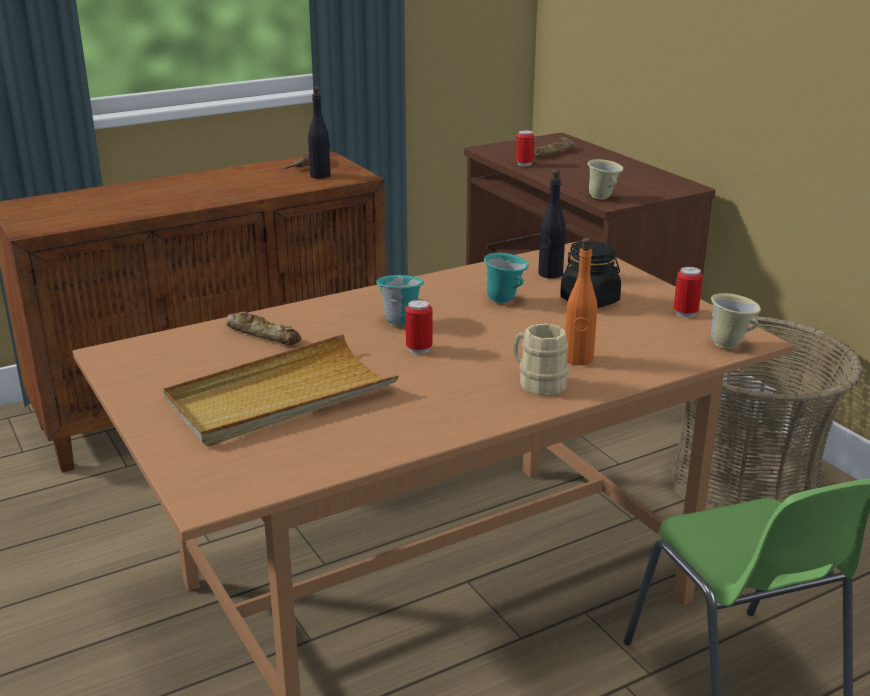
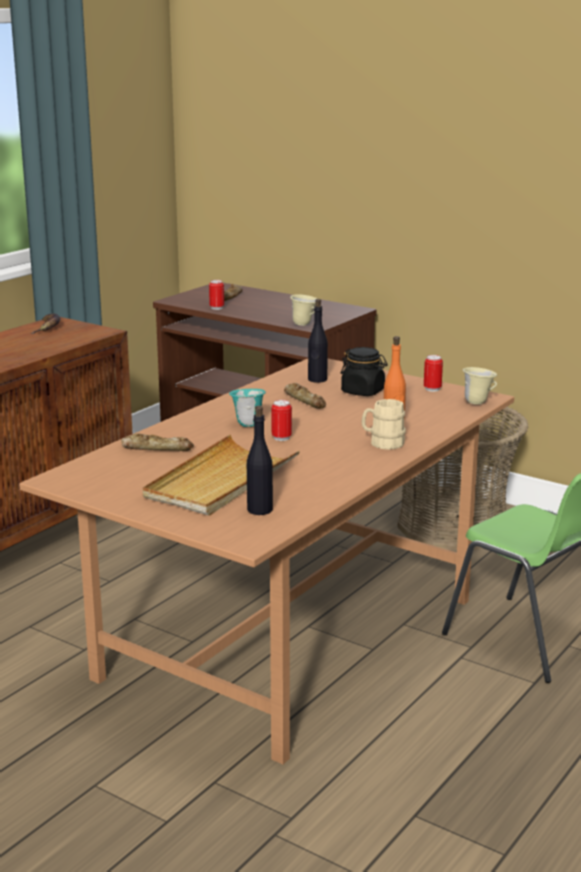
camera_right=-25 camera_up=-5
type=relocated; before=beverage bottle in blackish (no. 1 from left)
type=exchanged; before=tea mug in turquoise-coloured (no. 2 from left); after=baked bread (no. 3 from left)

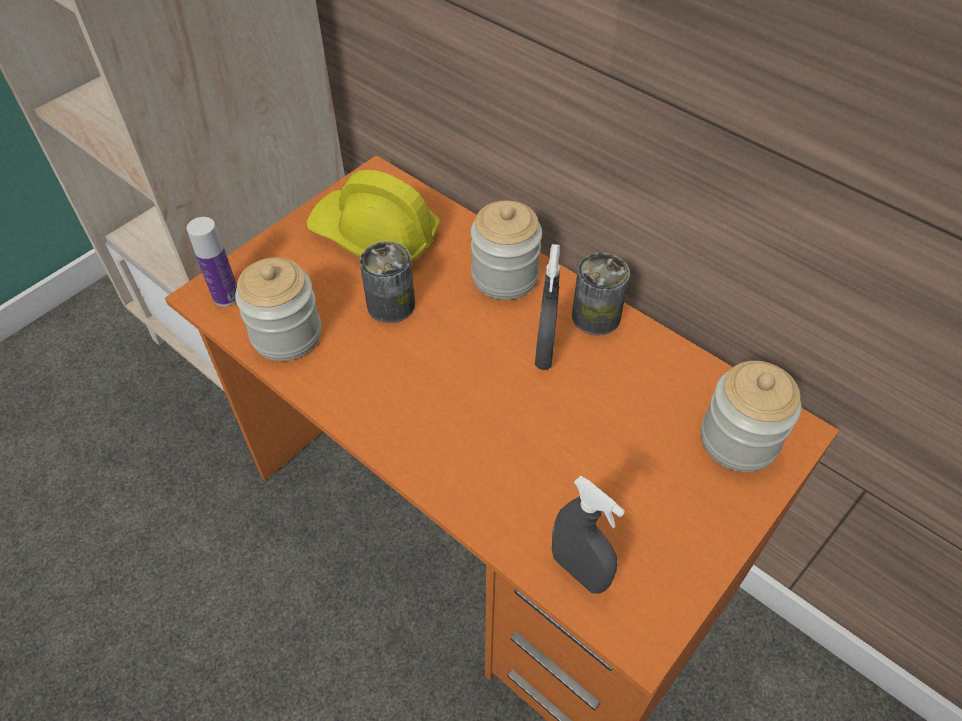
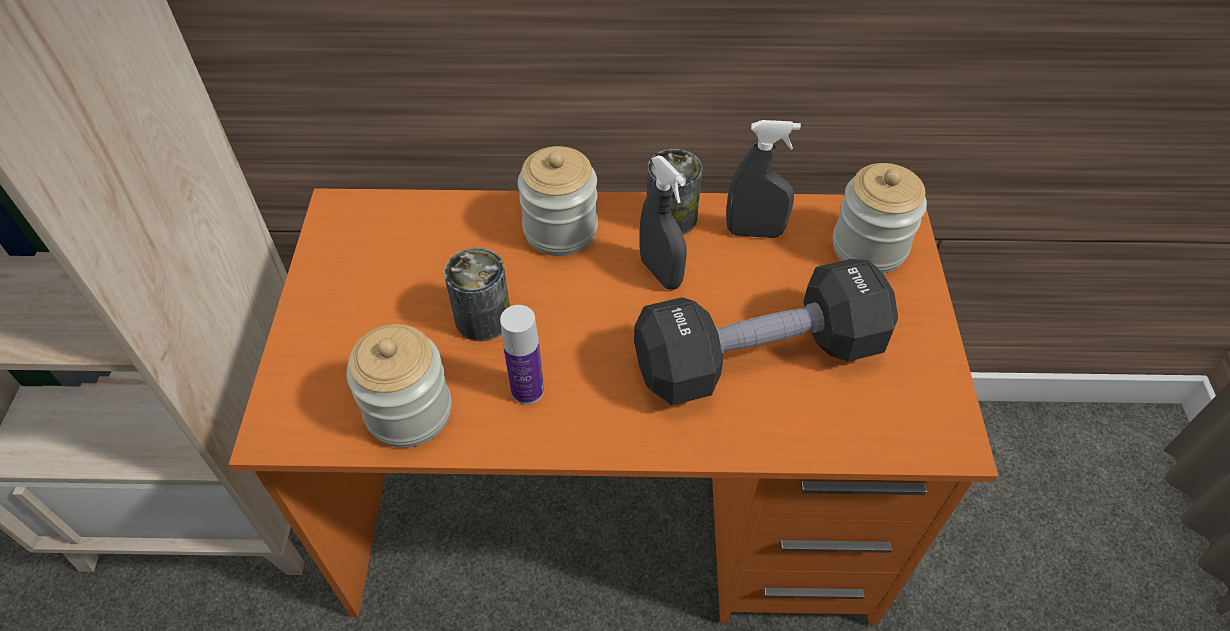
camera_right=-40 camera_up=0
type=missing; before=safety helmet in yellowish
type=appeared; after=free weight in blackish
type=relocated; before=beverage bottle
type=relocated; before=sprayer in greyish (no. 2 from left)

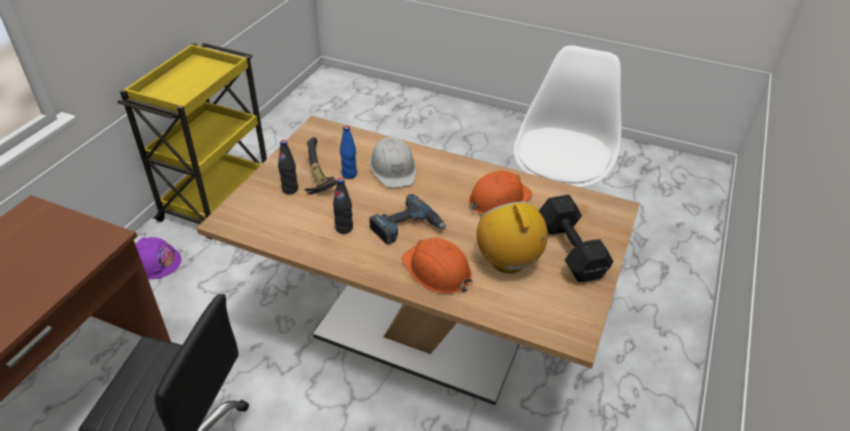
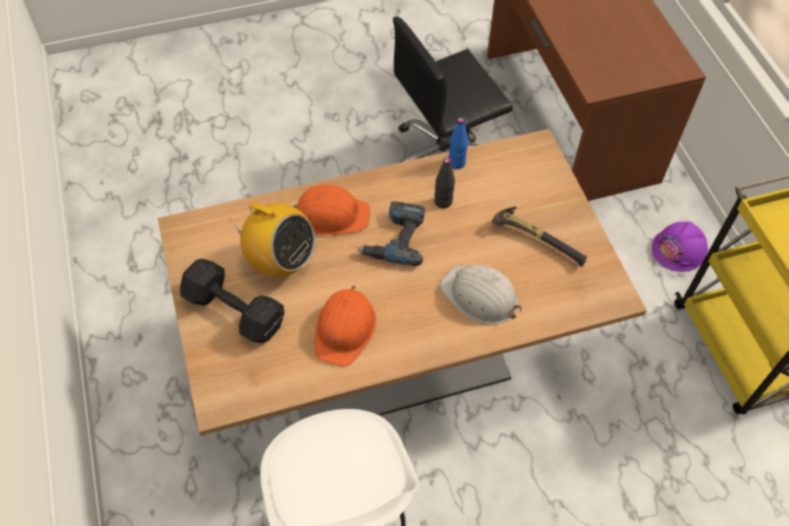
camera_right=140 camera_up=15
type=missing; before=beverage bottle in blackish (no. 1 from left)
type=relocated; before=beverage bottle in blue

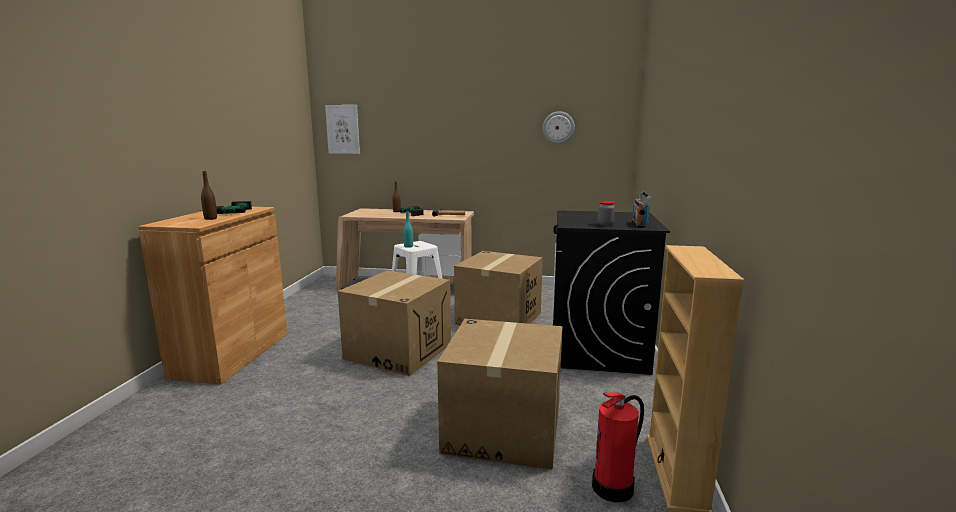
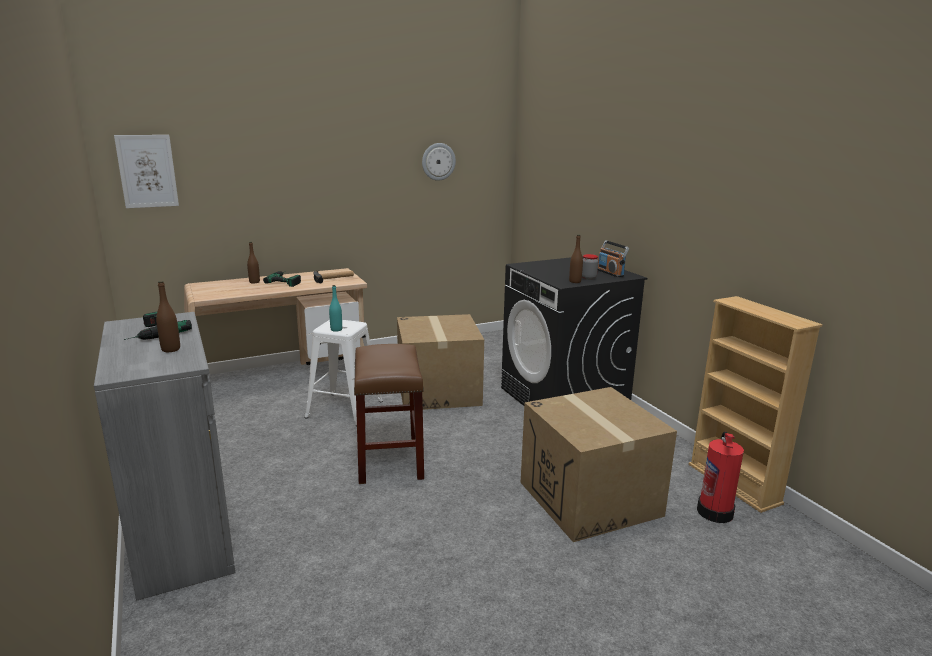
camera_right=-35 camera_up=5
type=appeared; after=beverage bottle in brown-coloured (no. 3 from left)
type=exchanged; before=packing box (no. 1 from left); after=stool in brown-coloured
type=colour; before=cupboard in brown-coloured; after=cupboard in greyish

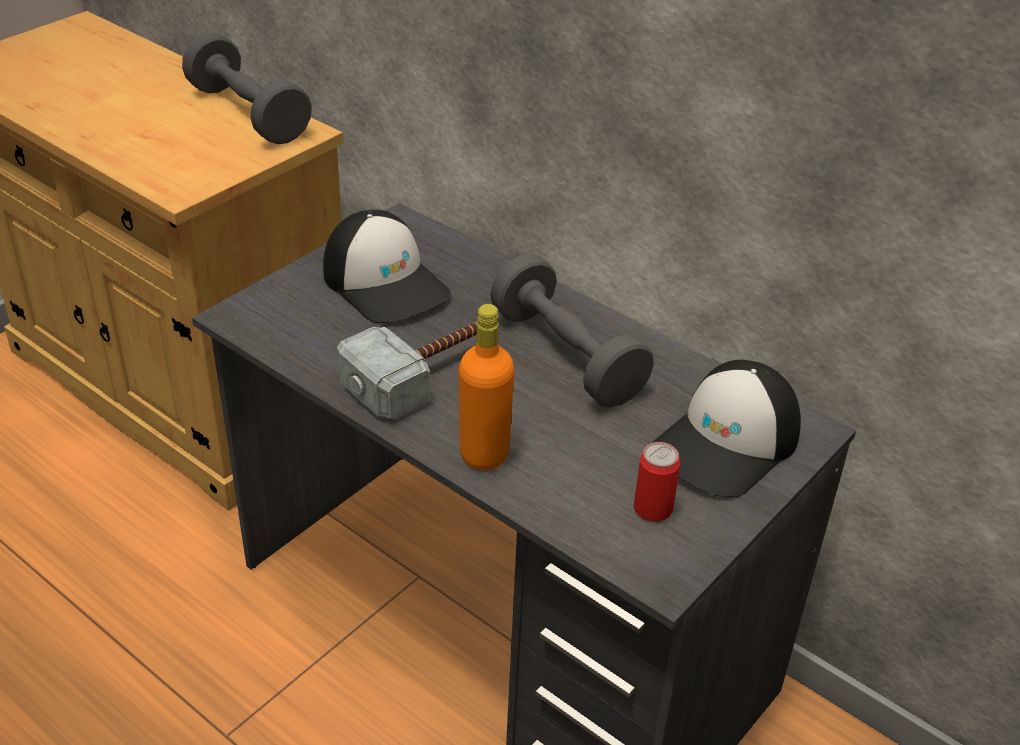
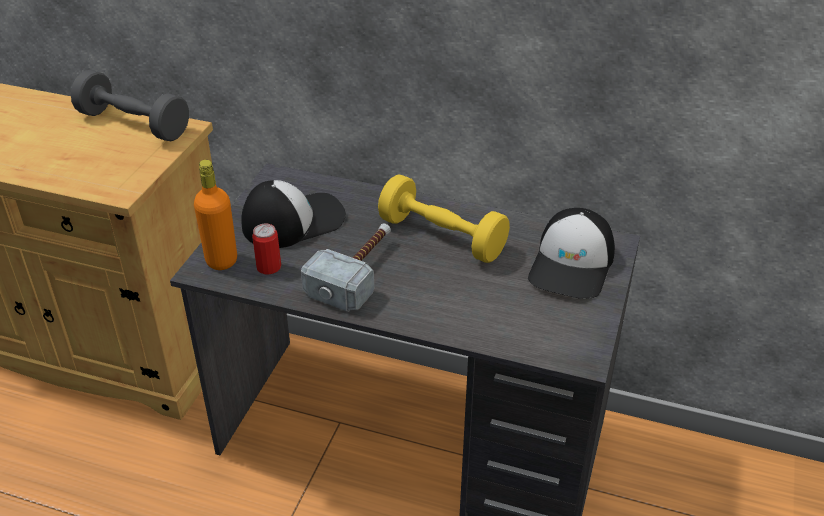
camera_right=-20 camera_up=0
type=relocated; before=beverage bottle in orange-coloured
type=relocated; before=can
type=colour; before=free weight in greyish (no. 2 from left); after=free weight in yellowish
type=spun; before=baseball cap (no. 1 from left); turn=-60

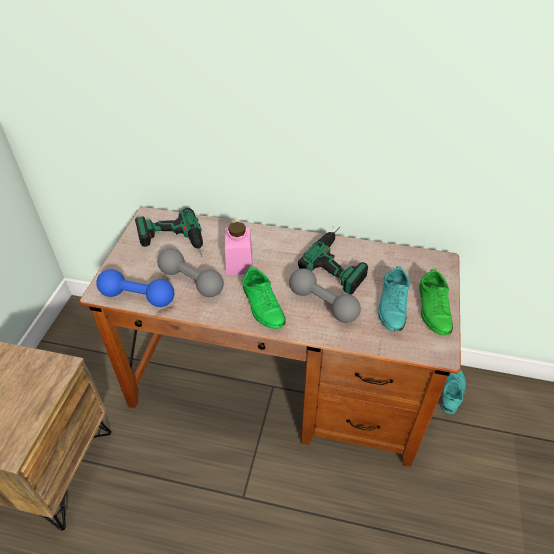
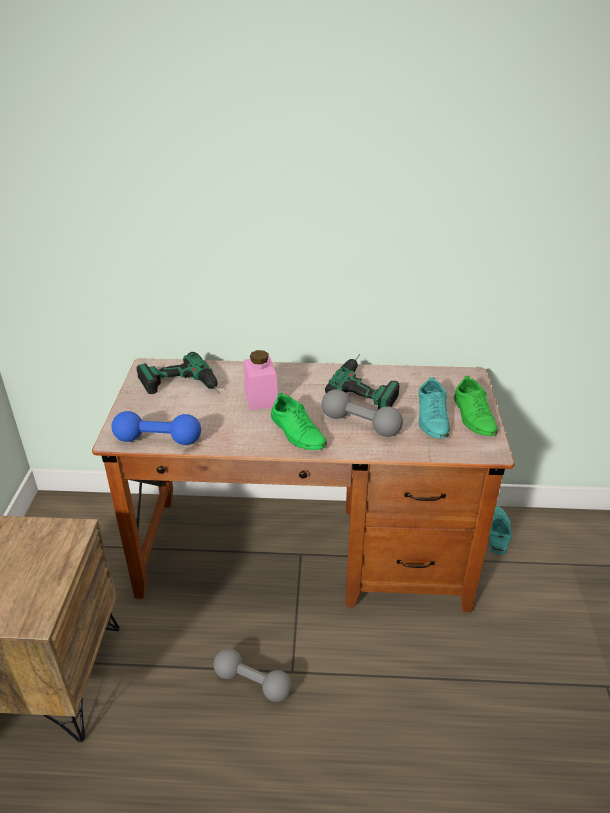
camera_right=-10 camera_up=-10
type=relocated; before=free weight in greyish (no. 1 from left)

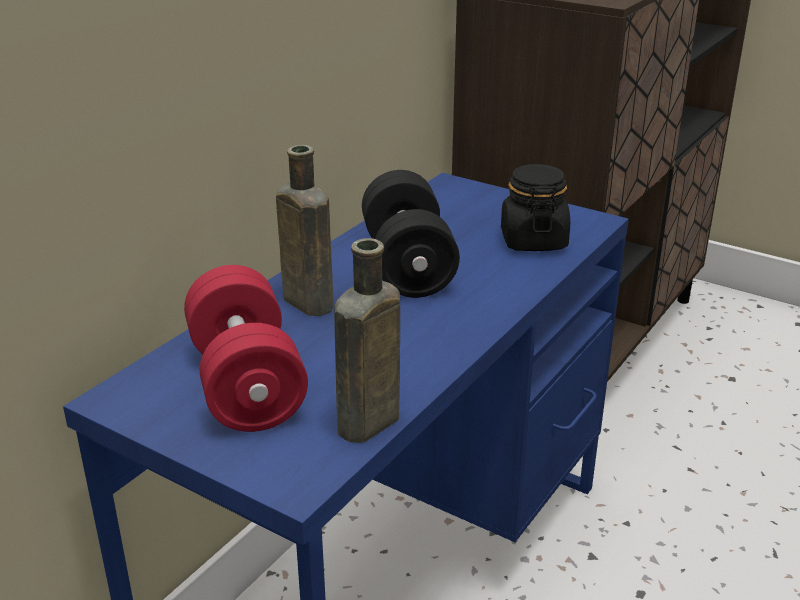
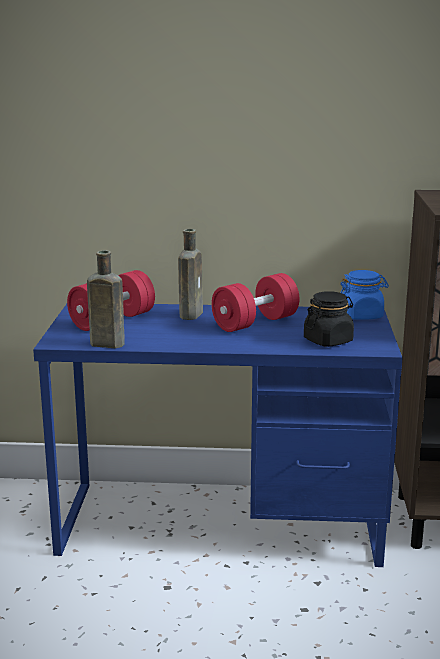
camera_right=60 camera_up=-10
type=appeared; after=preserve jar in blue
type=colour; before=free weight in blackish; after=free weight in reddish (no. 2 from left)

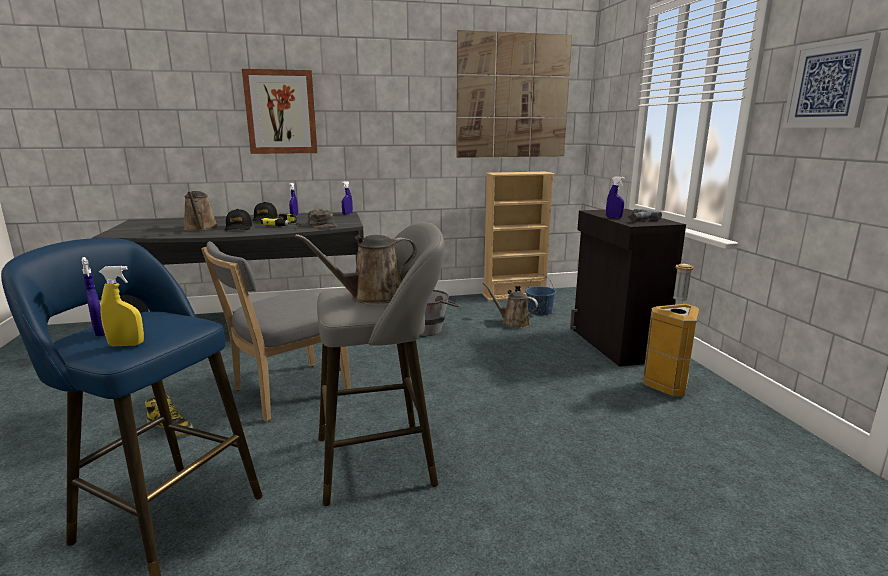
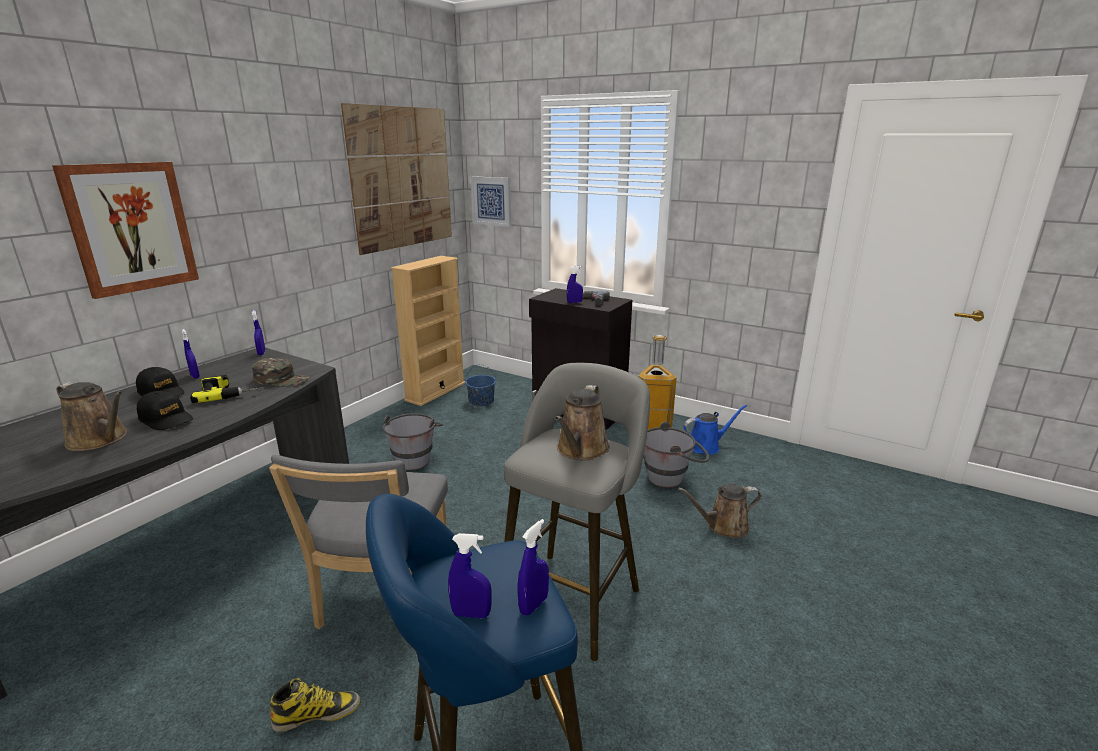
camera_right=-45 camera_up=5
type=appeared; after=water bucket in greyish (no. 2 from left)
type=appeared; after=watering pot in blue
type=relocated; before=watering pot in brown-coloured (no. 3 from left)
type=relocated; before=wall art (no. 3 from left)
type=colour; before=sprayer in yellowish; after=sprayer in blue (no. 4 from left)

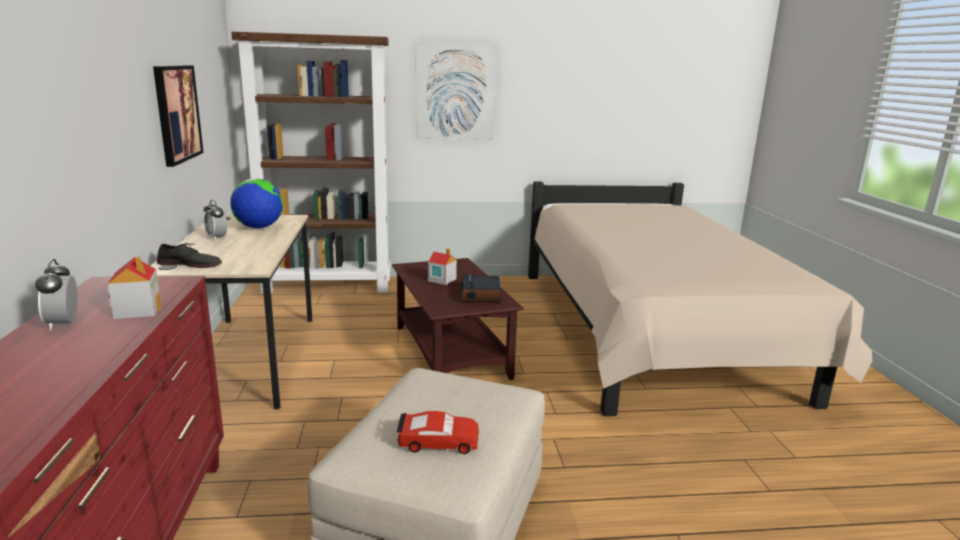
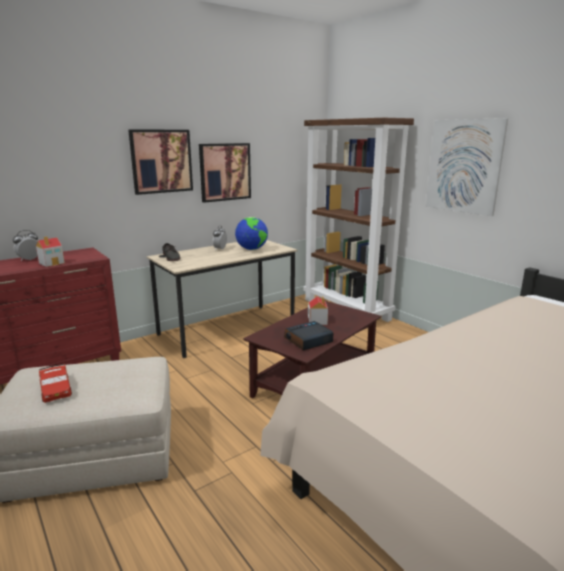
camera_right=60 camera_up=0
type=appeared; after=wall art (no. 1 from left)

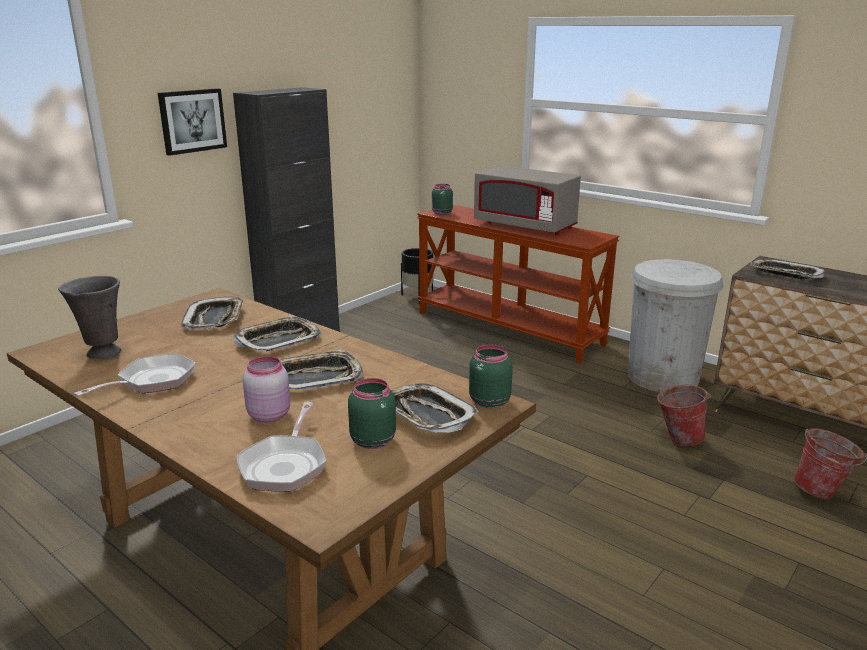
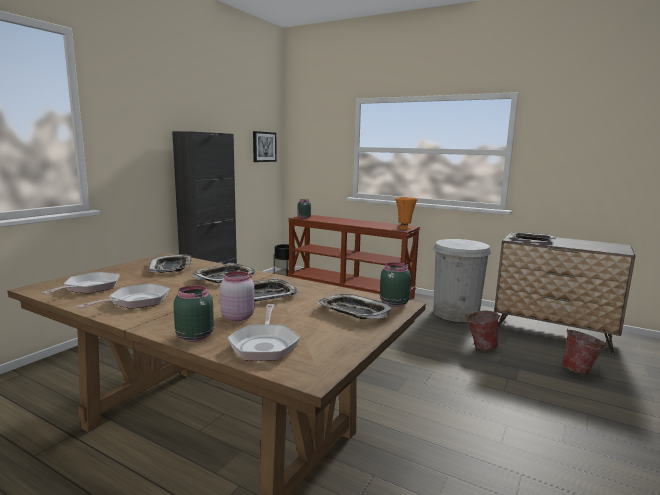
camera_right=-10 camera_up=-10
type=missing; before=kitchen microwave in greyish
type=appeared; after=flower vase in orange-coloured
type=relocated; before=wall art
type=relocated; before=preserve jar in green-coloured (no. 1 from left)
type=exchanged; before=flower vase in greyish; after=skillet (no. 1 from left)

